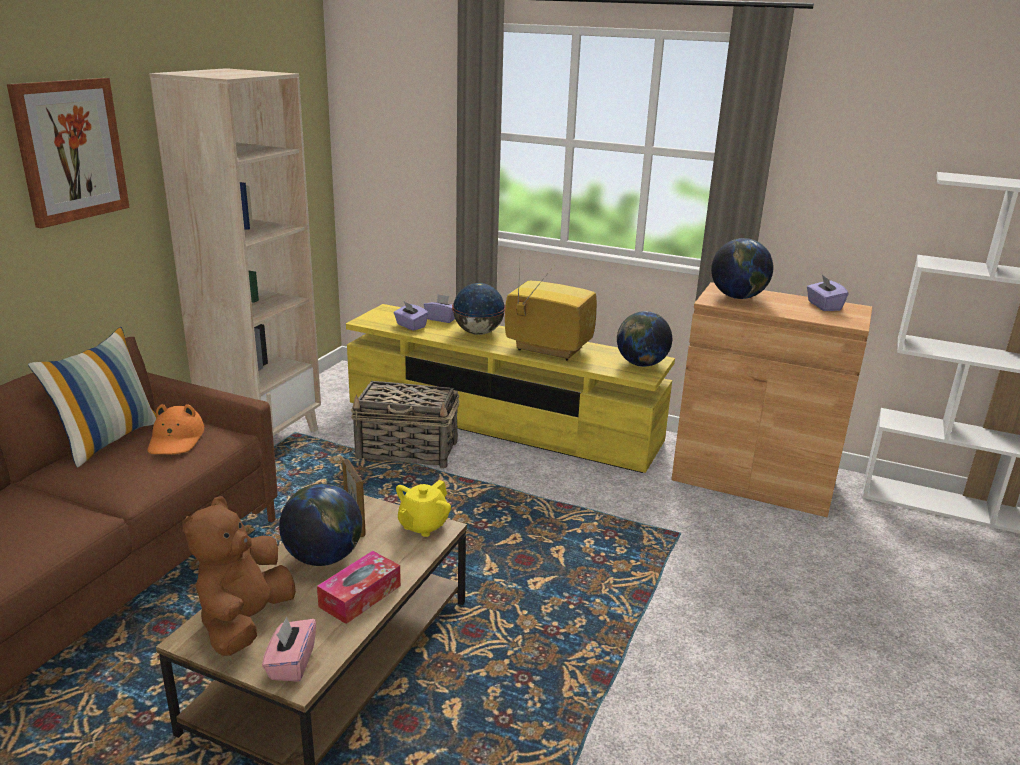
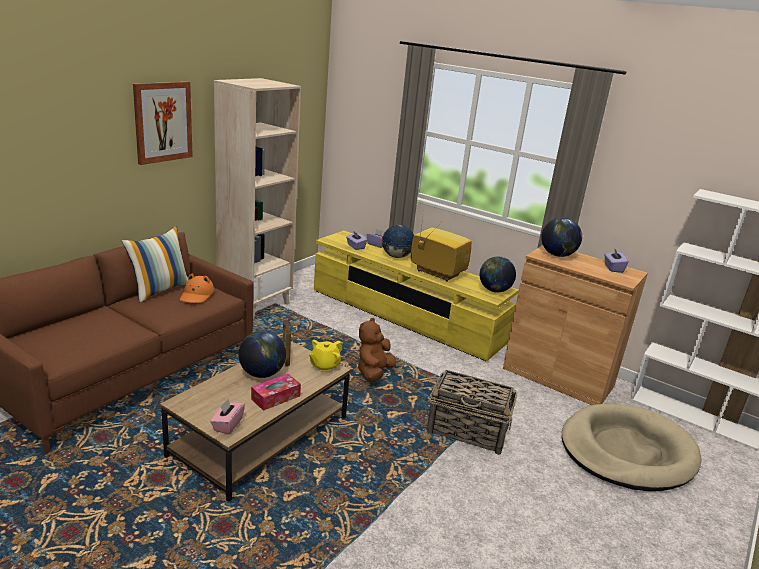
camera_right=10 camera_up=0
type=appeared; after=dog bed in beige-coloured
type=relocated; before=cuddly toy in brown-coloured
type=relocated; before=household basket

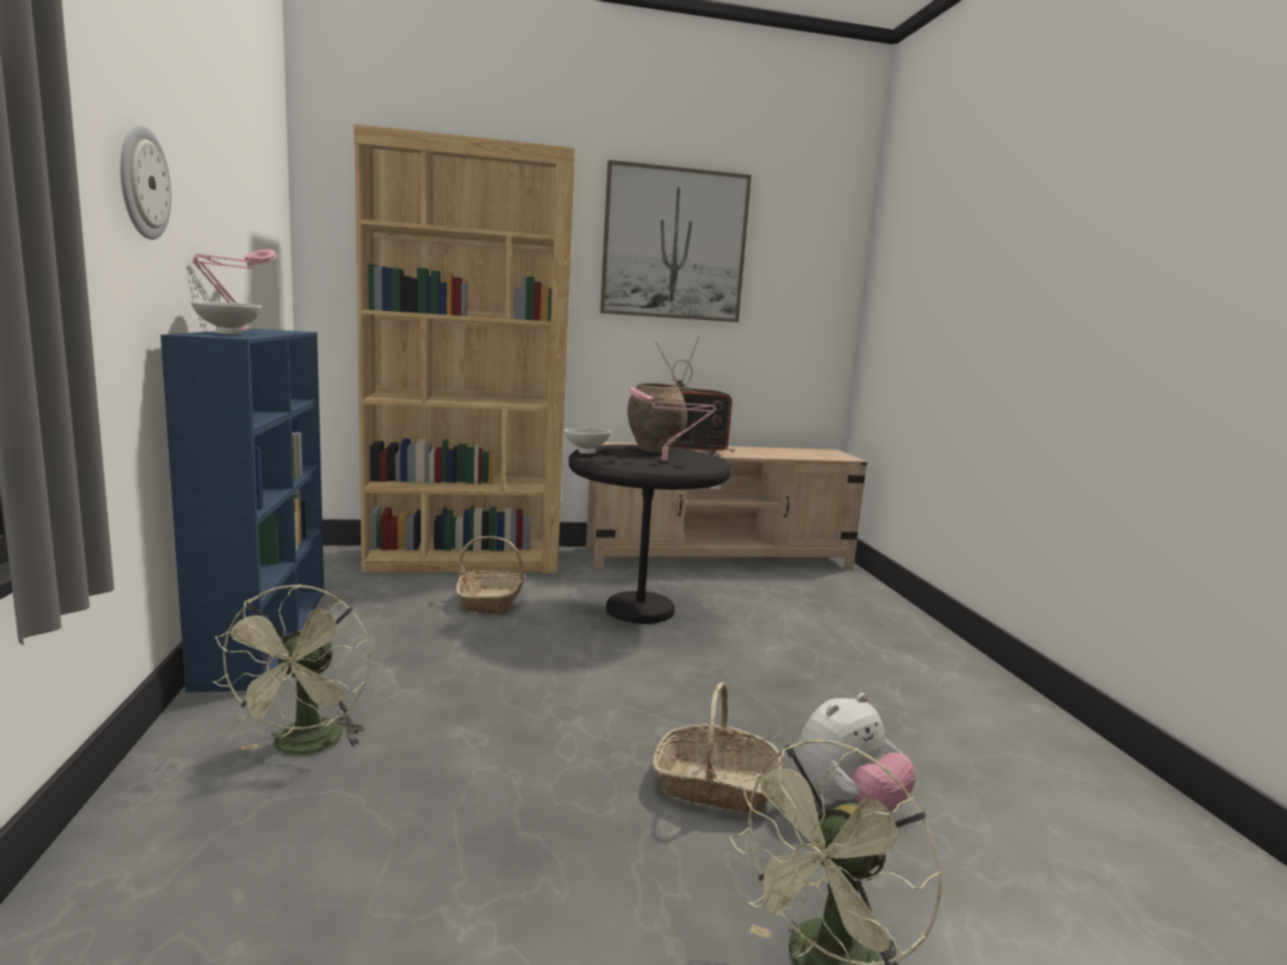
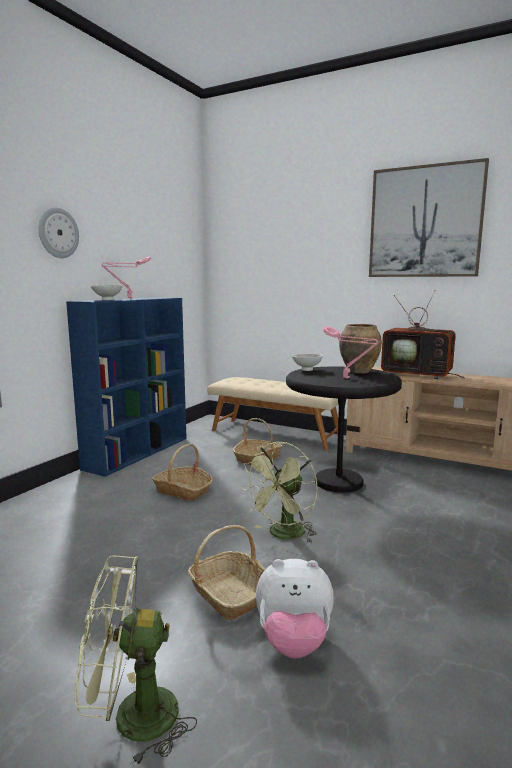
camera_right=40 camera_up=0
type=appeared; after=household basket (no. 1 from left)
type=relocated; before=electric fan in green-coloured (no. 1 from left in the first image); after=electric fan in green-coloured (no. 2 from left)
type=exchanged; before=bookcase in brown-coloured; after=indoor bench in beige-coloured

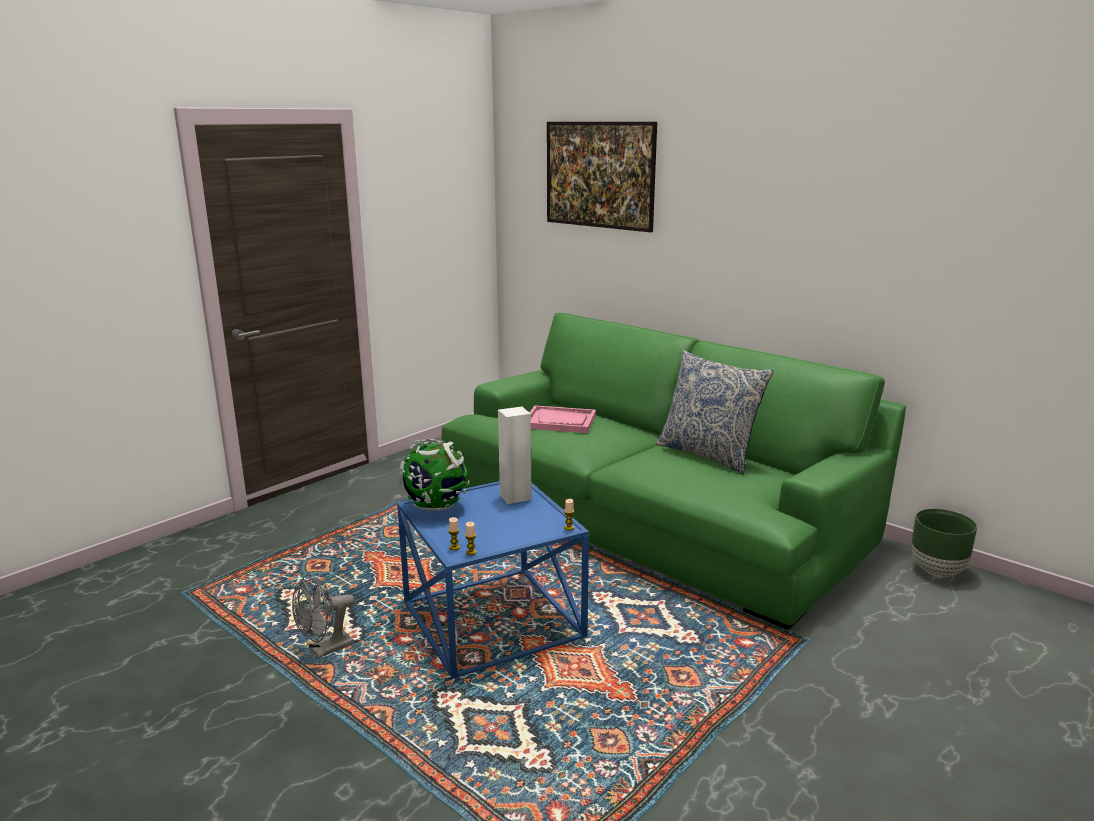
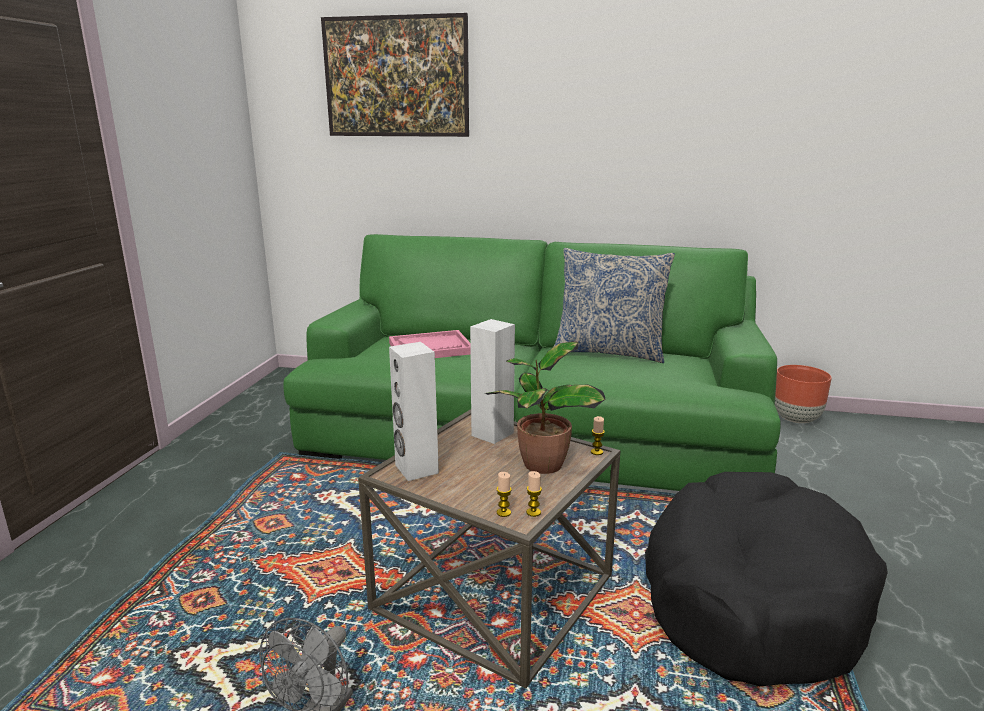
camera_right=-30 camera_up=0
type=appeared; after=potted plant
type=appeared; after=dog bed in blackish
type=exchanged; before=globe; after=loudspeaker in white (no. 1 from left)
type=colour; before=end table in blue; after=end table in brown-coloured
type=colour; before=planter in green-coloured; after=planter in brown-coloured

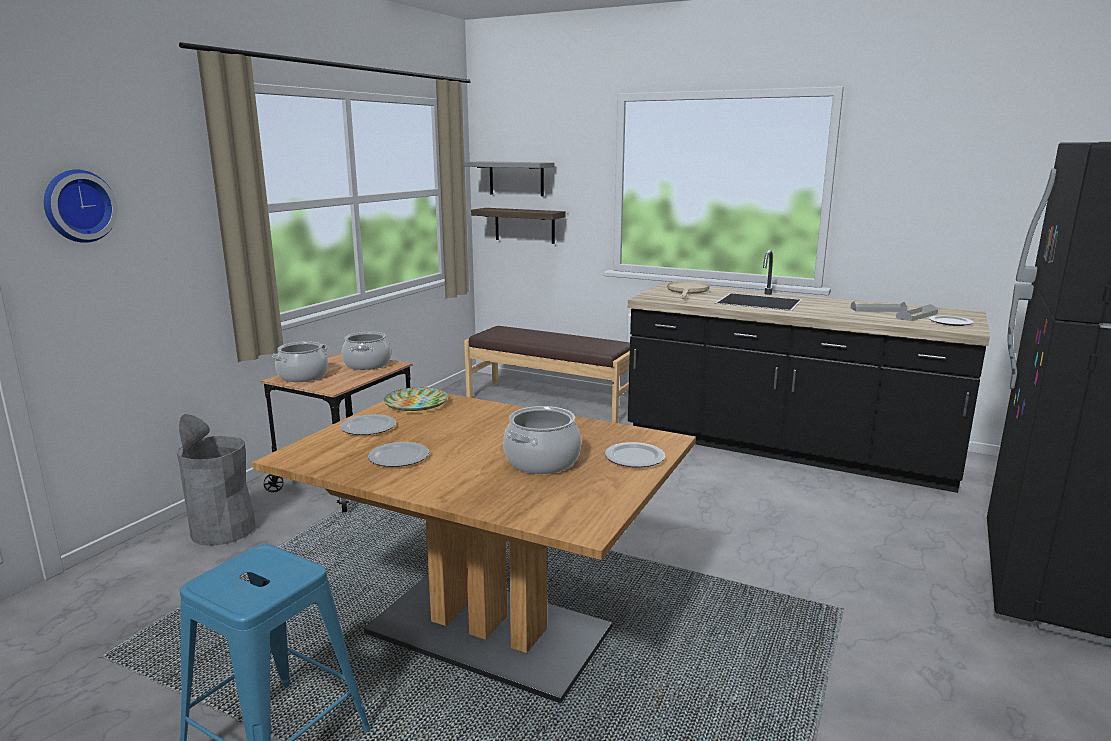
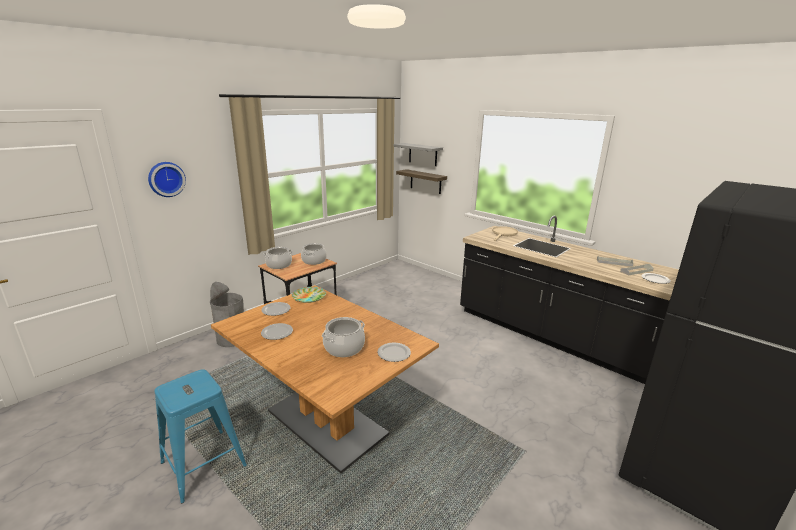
camera_right=15 camera_up=5
type=missing; before=indoor bench in brown-coloured

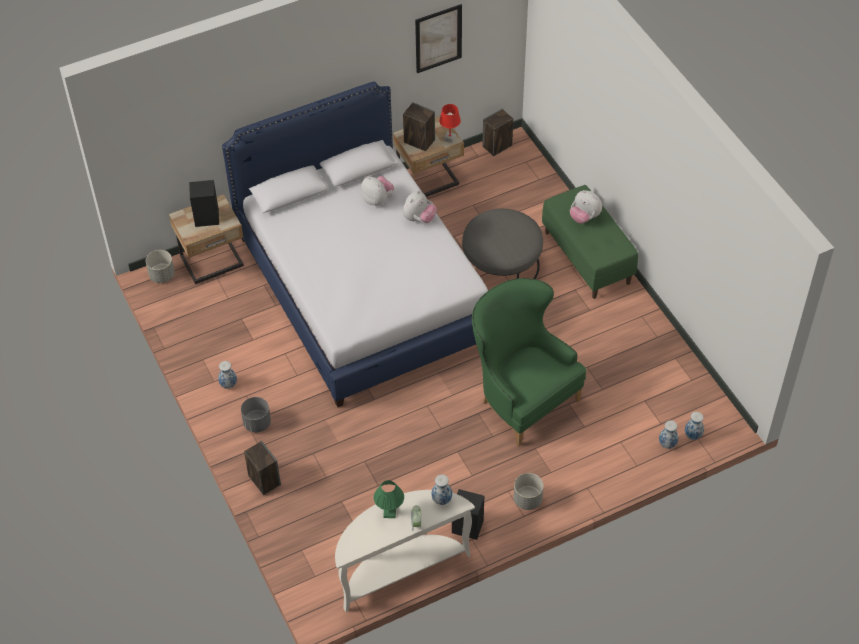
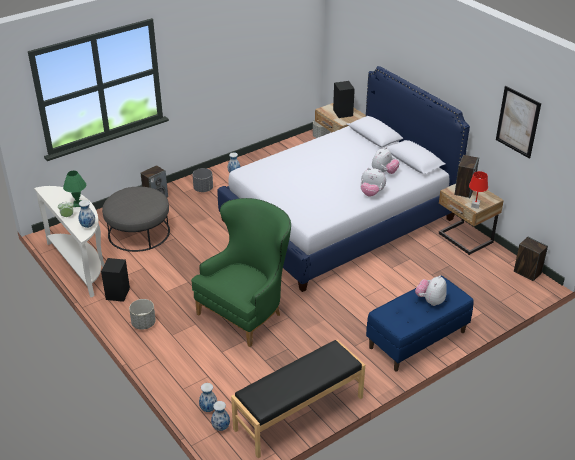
camera_right=80 camera_up=-15
type=appeared; after=indoor bench in blackish
type=relocated; before=footrest in greyish
type=colour; before=indoor bench in green-coloured; after=indoor bench in blue

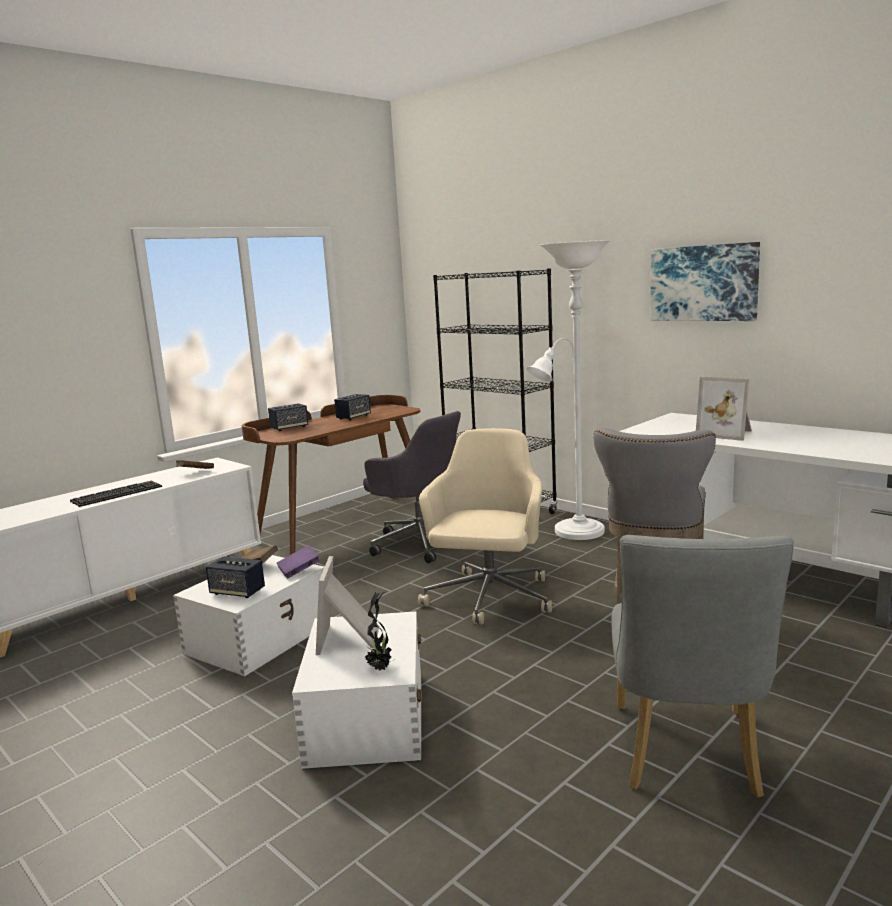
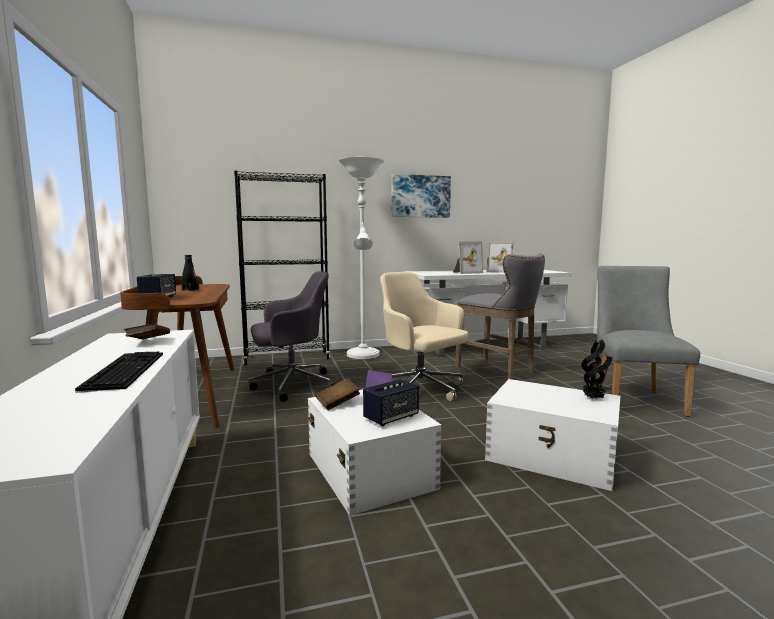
camera_right=-60 camera_up=-5
type=relocated; before=picture frame (no. 1 from left in the first image); after=picture frame (no. 2 from left)
type=exchanged; before=loudspeaker (no. 3 from left); after=beverage bottle in blackish
type=spun; before=plain chair in greyish; turn=-120

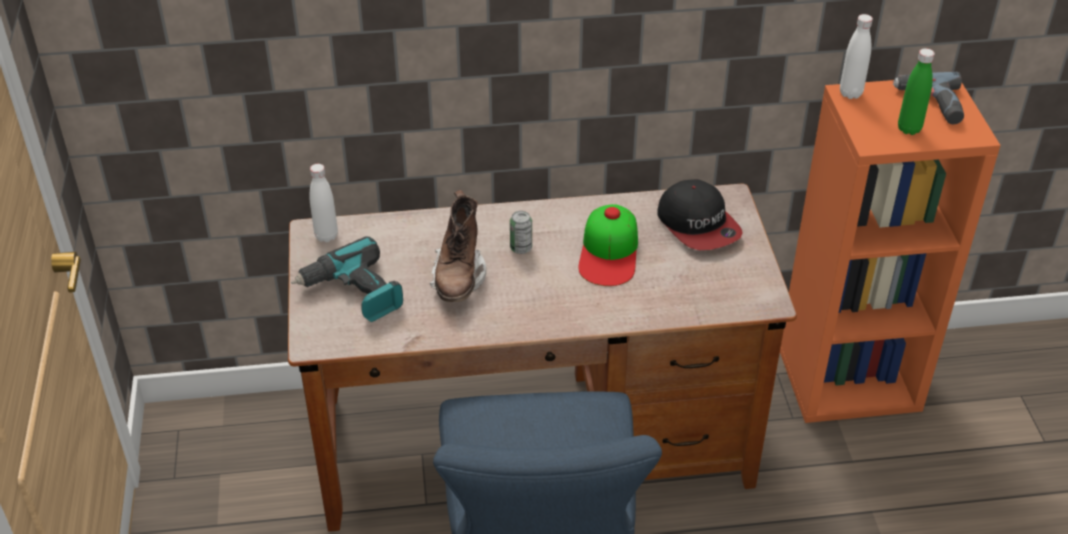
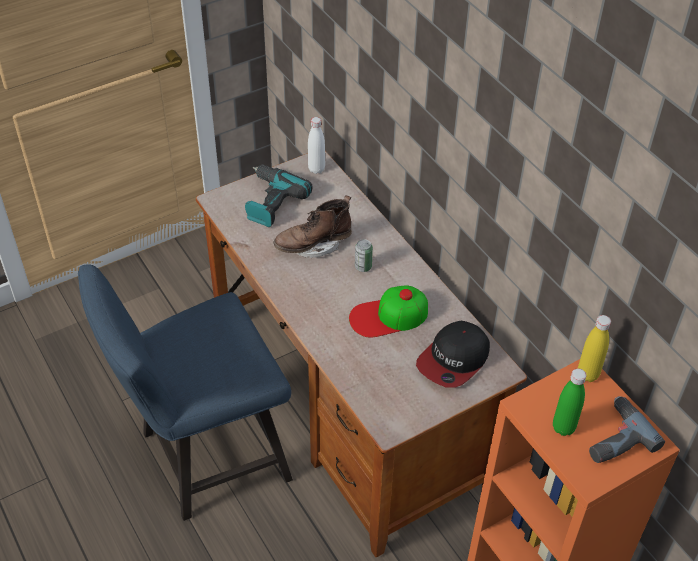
camera_right=65 camera_up=5
type=colour; before=beverage bottle in white (no. 2 from left); after=beverage bottle in yellowish

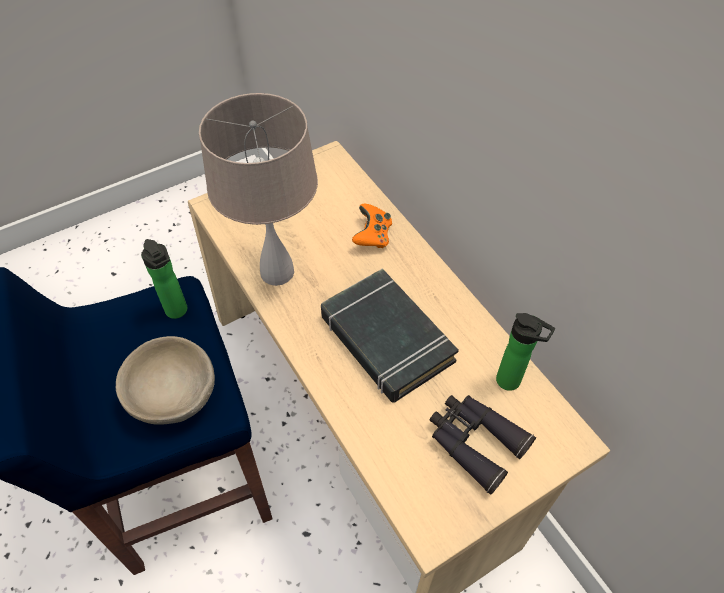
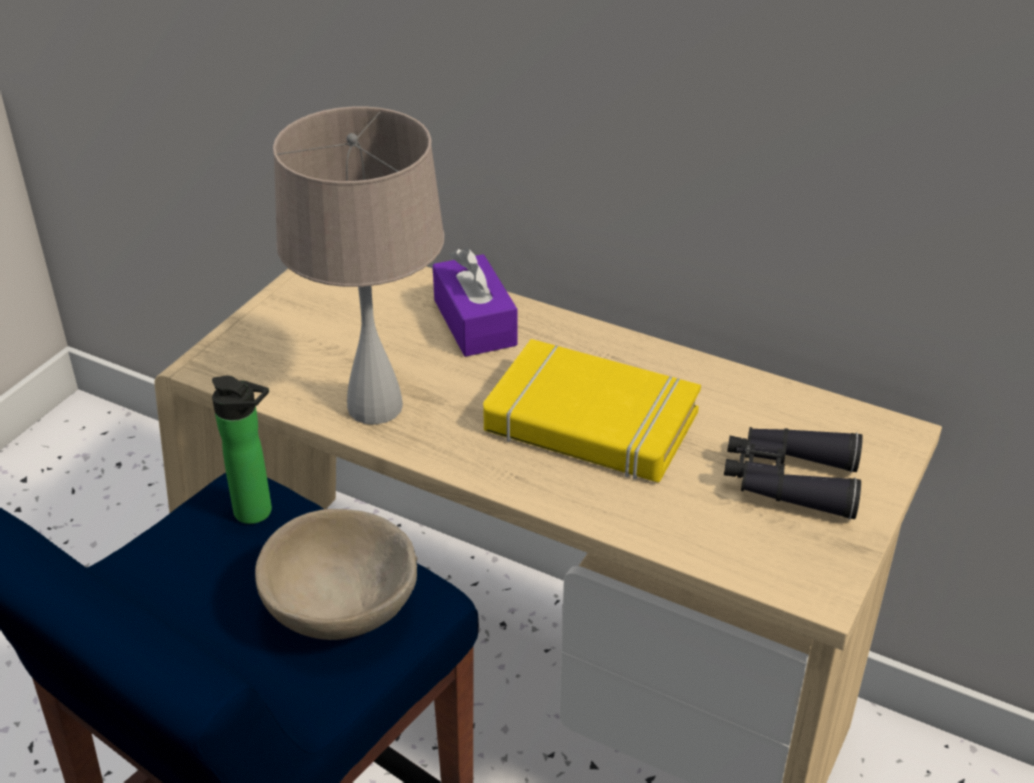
camera_right=-30 camera_up=-15
type=missing; before=beverage bottle (no. 2 from left)
type=exchanged; before=joypad in orange-coloured; after=box of tissues in purple
type=colour; before=bound book in blackish; after=bound book in yellowish

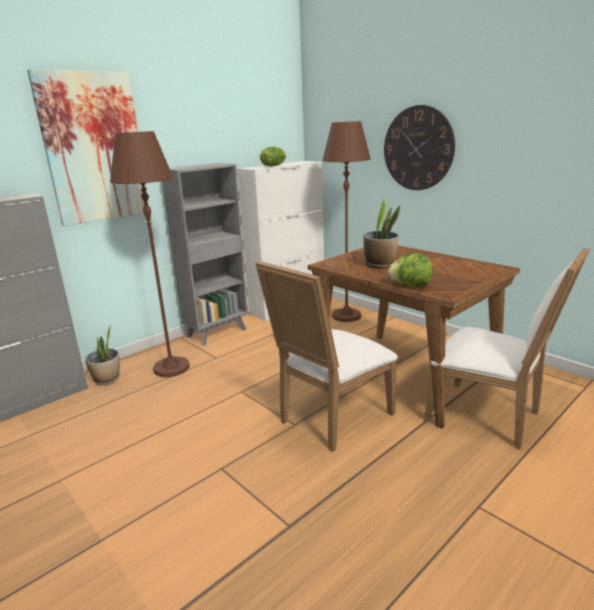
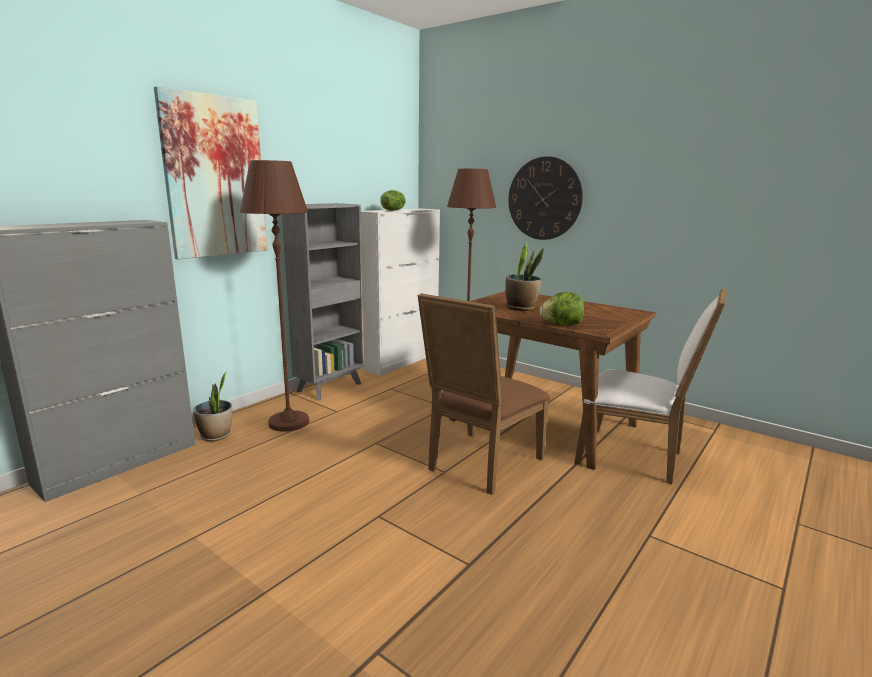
camera_right=-10 camera_up=-5
type=colour; before=plain chair in white (no. 1 from left); after=plain chair in brown-coloured

